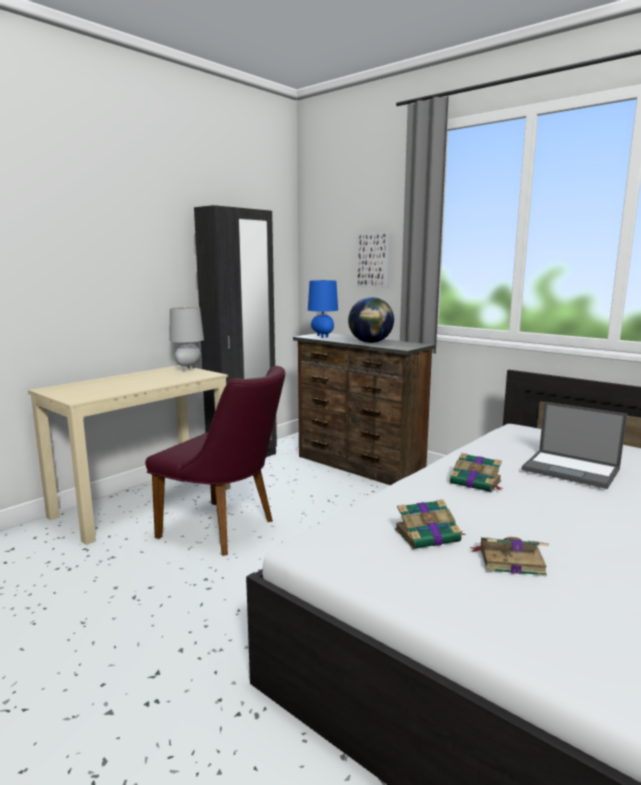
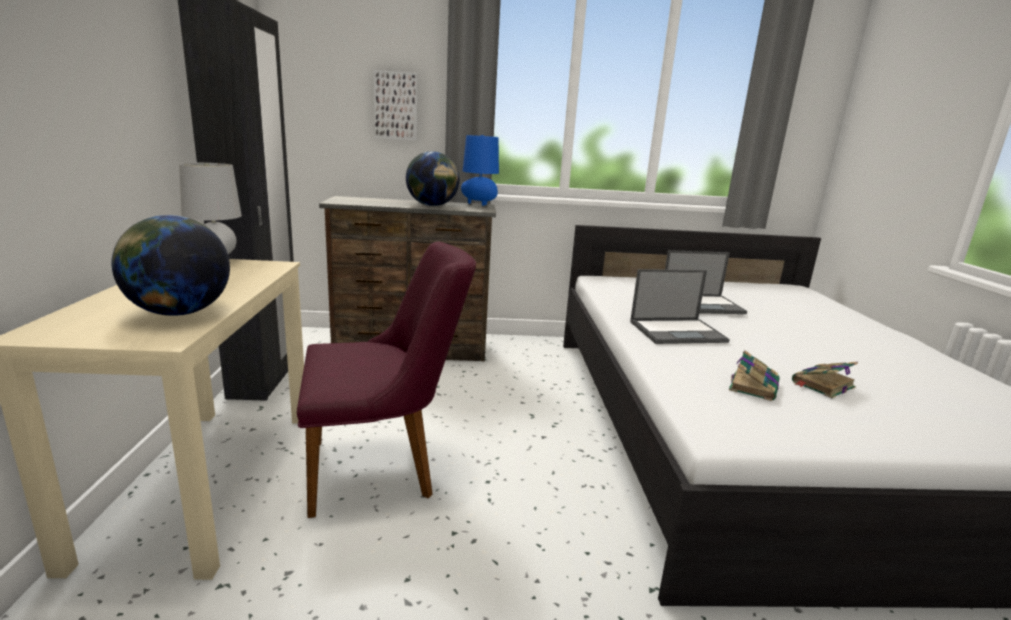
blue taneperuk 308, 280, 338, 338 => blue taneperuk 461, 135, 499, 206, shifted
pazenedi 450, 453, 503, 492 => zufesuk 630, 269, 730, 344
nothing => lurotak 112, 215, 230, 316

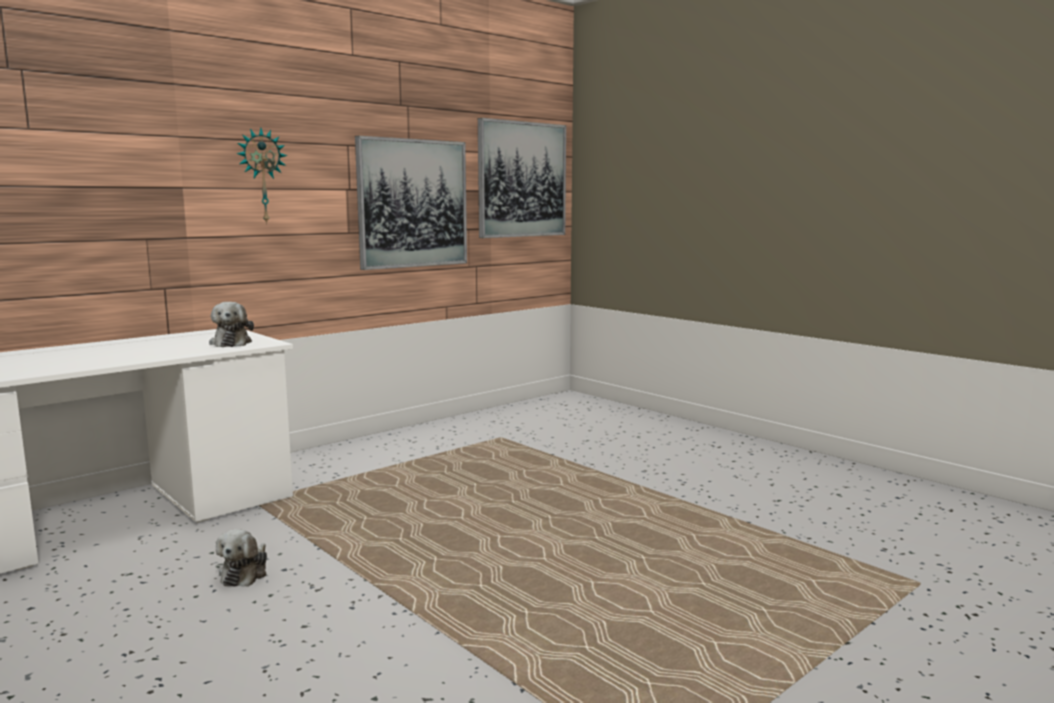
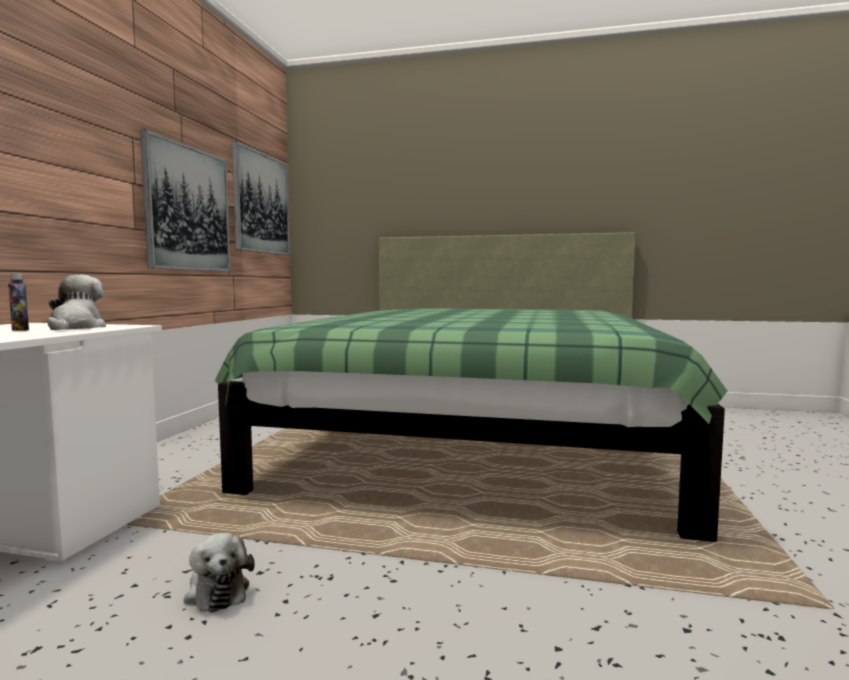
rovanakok 209, 302, 254, 347 => rovanakok 47, 275, 106, 330, 135 degrees counterclockwise
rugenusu 236, 128, 287, 224 => nothing
nothing => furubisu 8, 274, 29, 331
nothing => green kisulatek 215, 232, 727, 542

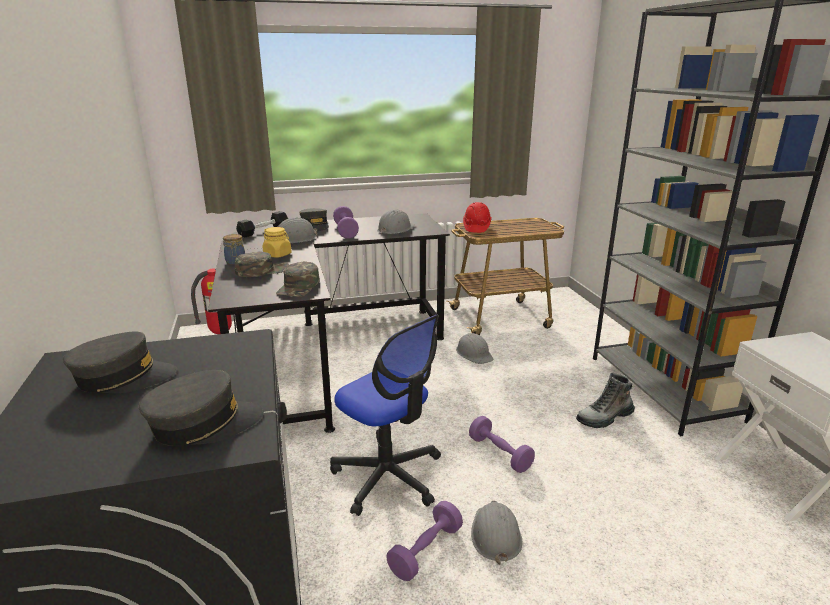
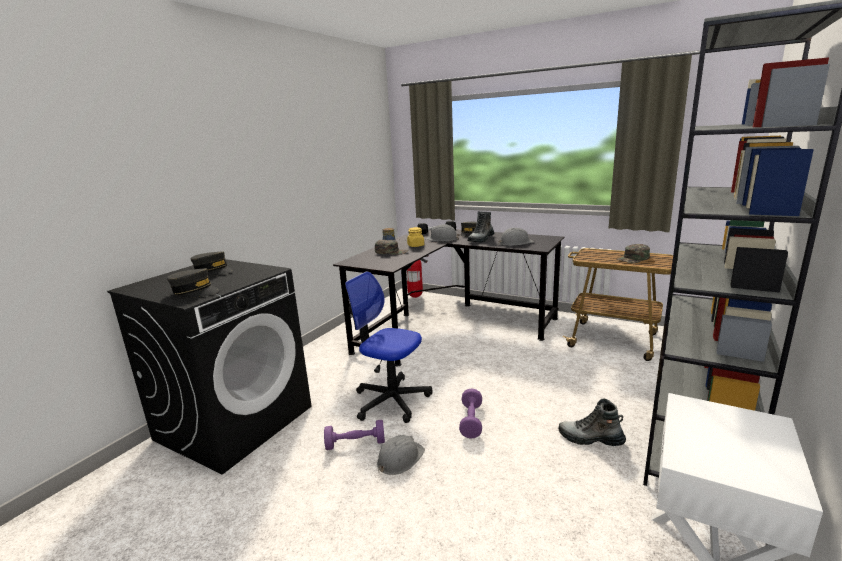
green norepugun 276, 261, 320, 297 => green norepugun 616, 244, 650, 264, shifted
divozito 330, 315, 441, 516 => divozito 345, 271, 432, 423, 120 degrees clockwise
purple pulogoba 333, 206, 359, 239 => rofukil 467, 211, 494, 243
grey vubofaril 456, 333, 493, 364 => nothing
red vubofaril 463, 202, 492, 233 => nothing

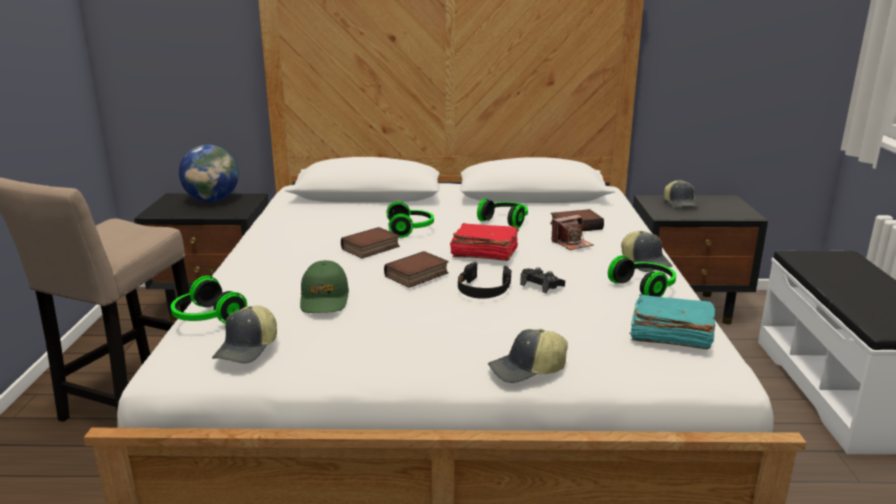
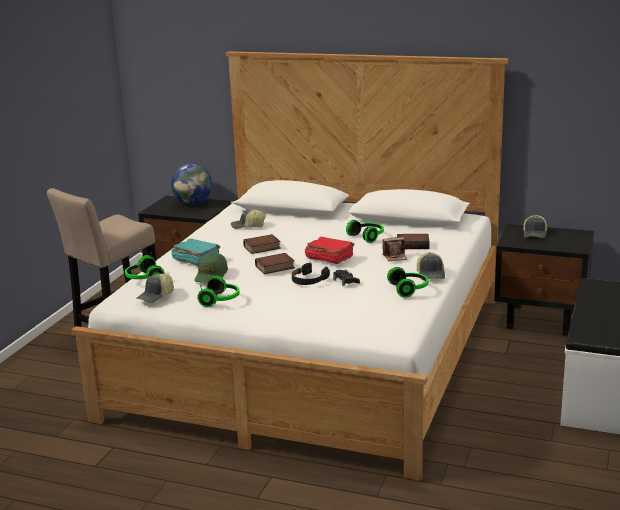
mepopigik 386, 201, 434, 238 => mepopigik 197, 276, 240, 307, shifted
norepugun 488, 329, 568, 383 => norepugun 231, 209, 266, 229, shifted
turquoise pazenedi 629, 294, 715, 349 => turquoise pazenedi 171, 239, 220, 266, shifted

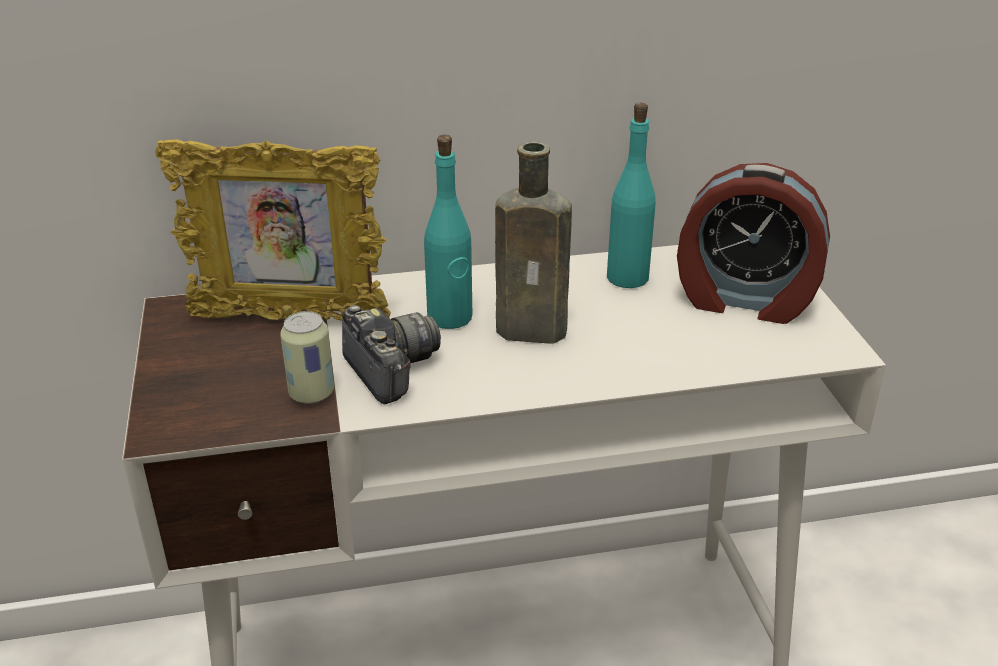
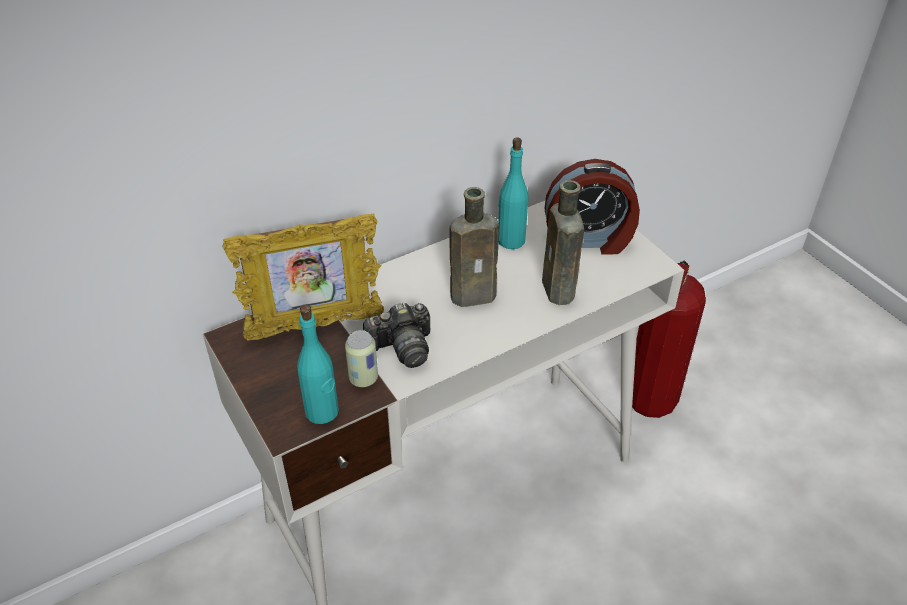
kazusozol 342, 305, 441, 404 => kazusozol 363, 302, 430, 368, 120 degrees clockwise
turquoise furubisu 424, 135, 472, 329 => turquoise furubisu 297, 304, 339, 424, shifted
nothing => brown furubisu 542, 180, 584, 305
nothing => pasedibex 632, 260, 706, 418

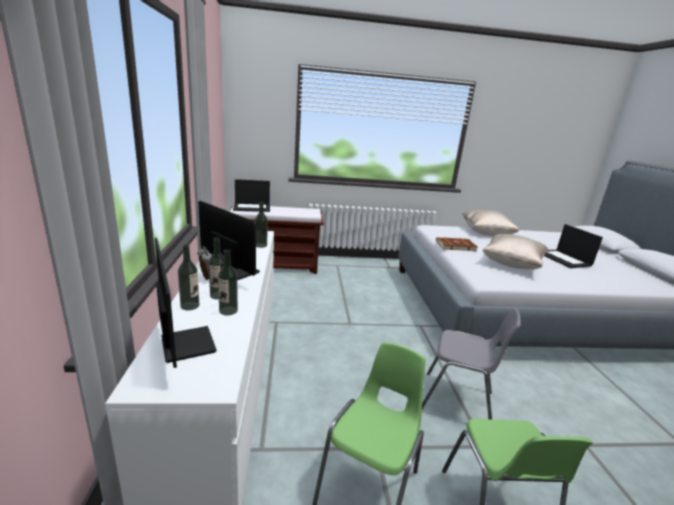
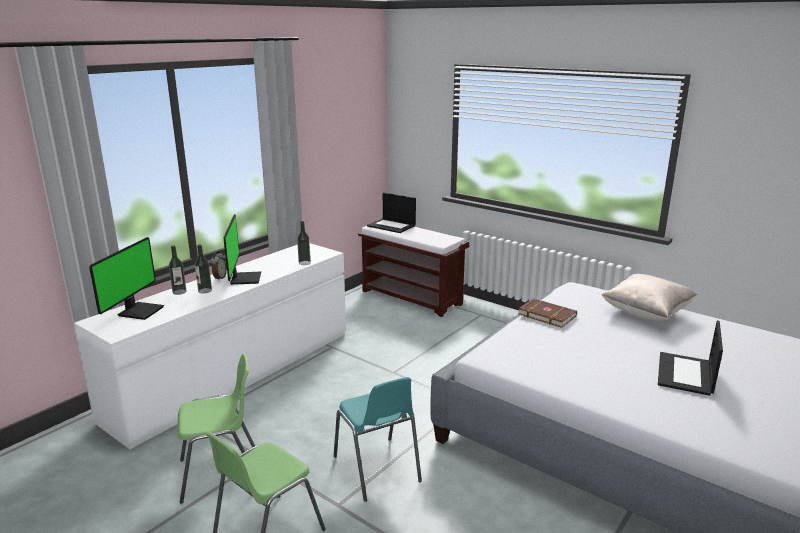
furubisu 218, 249, 238, 315 => nothing
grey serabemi 422, 308, 521, 420 => turquoise serabemi 333, 377, 422, 502
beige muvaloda 482, 234, 548, 269 => nothing

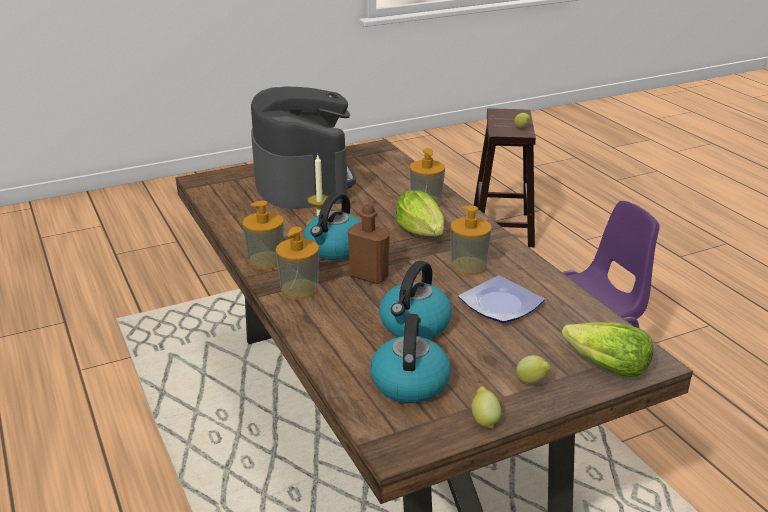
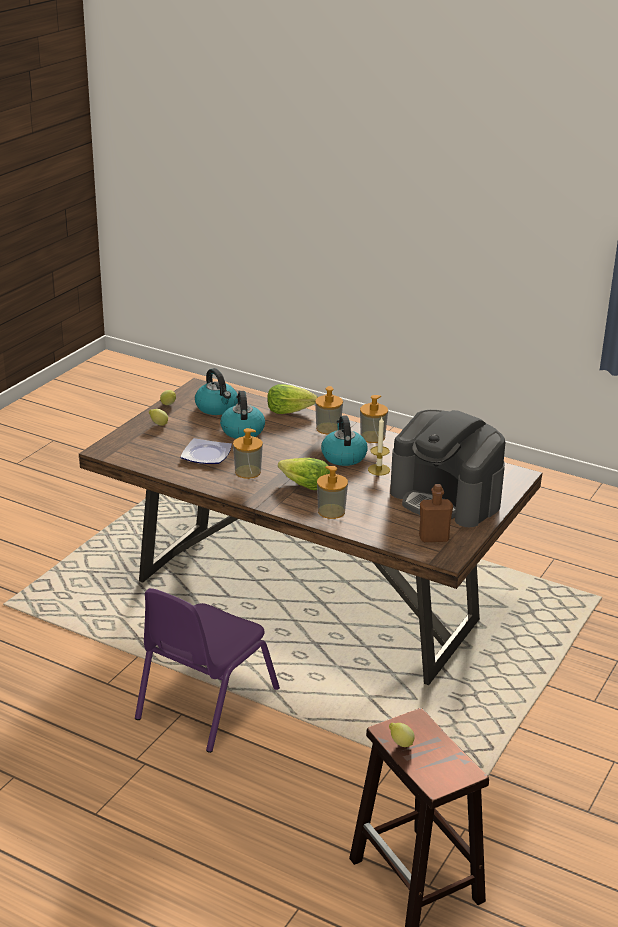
brown furubisu 348, 204, 390, 284 => brown furubisu 419, 484, 453, 542, shifted
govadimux 561, 322, 653, 377 => govadimux 267, 384, 318, 414, shifted

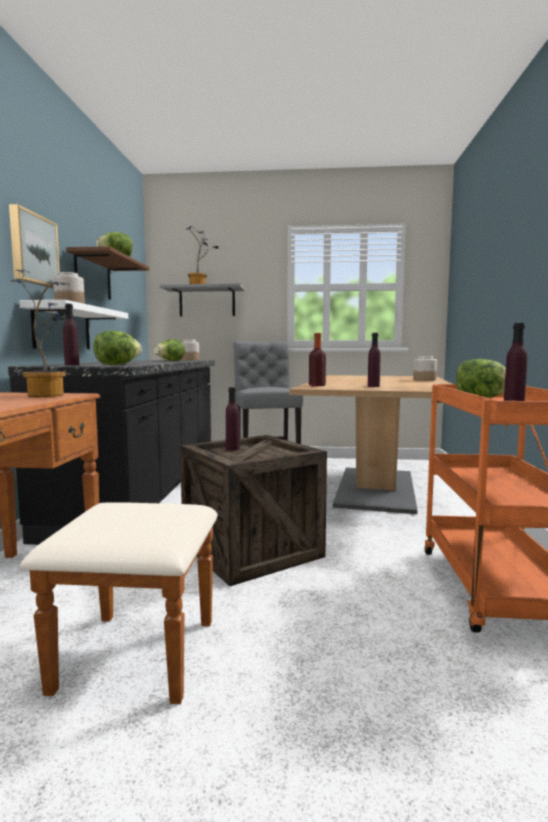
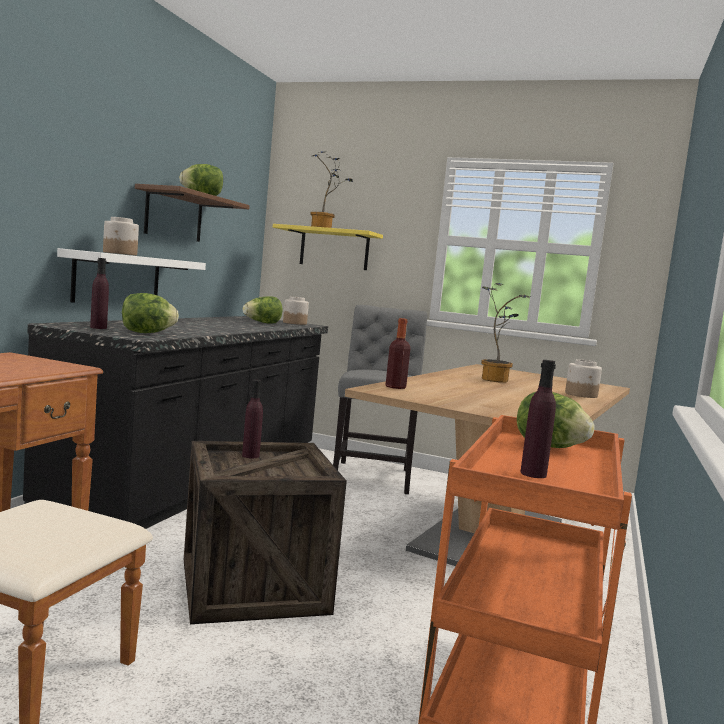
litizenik 9, 204, 60, 289 => nothing
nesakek 11, 270, 68, 397 => nesakek 481, 283, 530, 383, shifted
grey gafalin 160, 284, 245, 316 => yellow gafalin 273, 224, 383, 270
purple furubisu 368, 333, 381, 387 => nothing

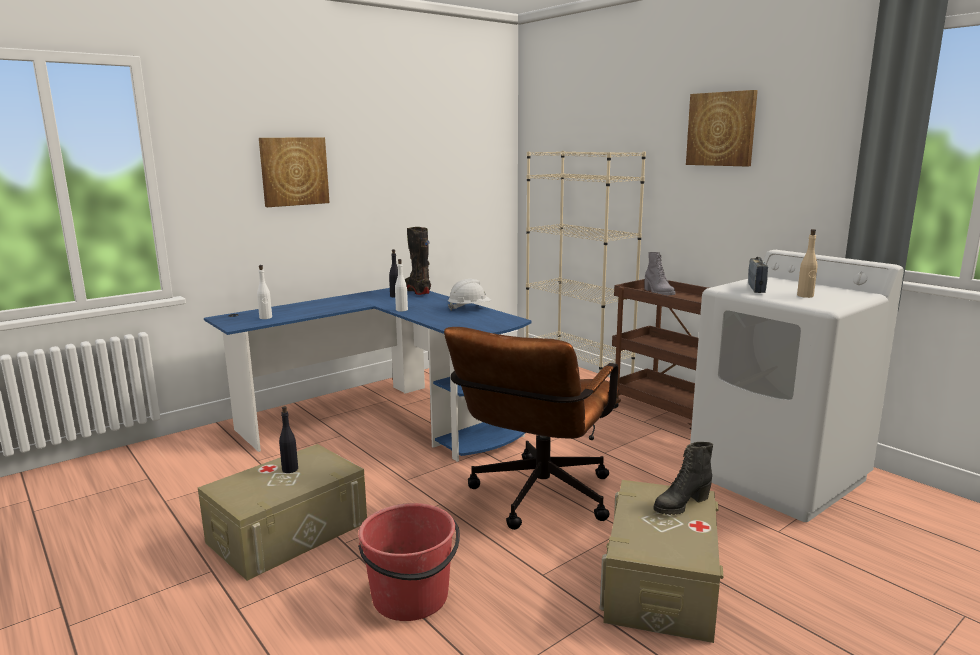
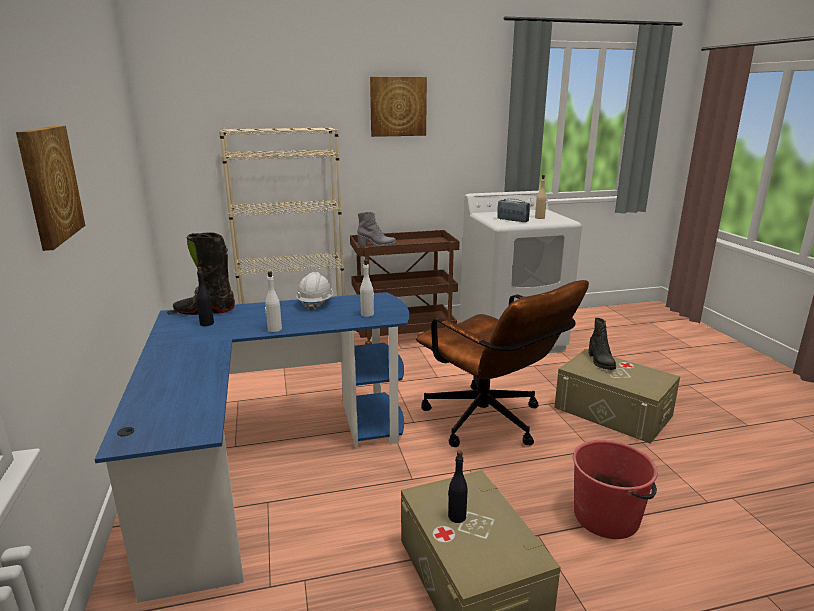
white furubisu 257, 265, 272, 319 => white furubisu 360, 259, 374, 317, shifted

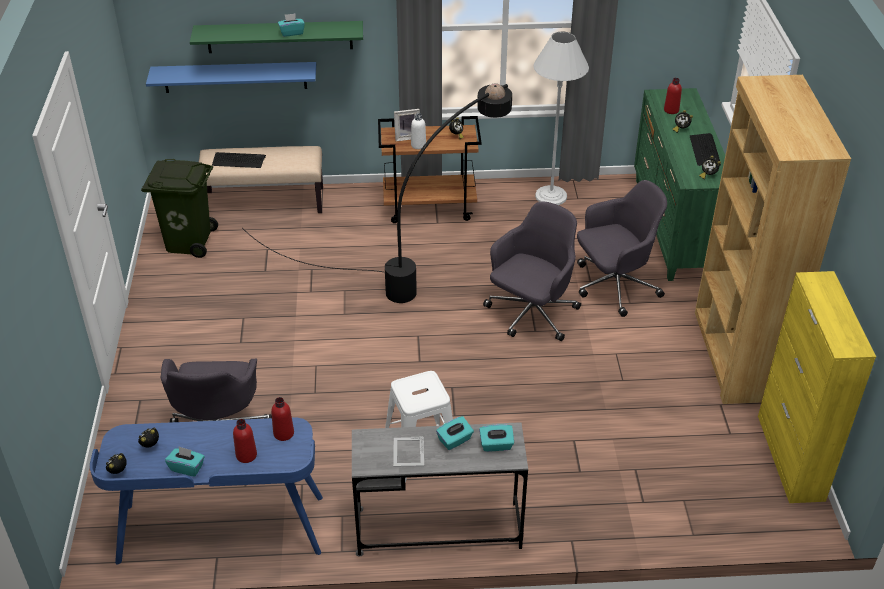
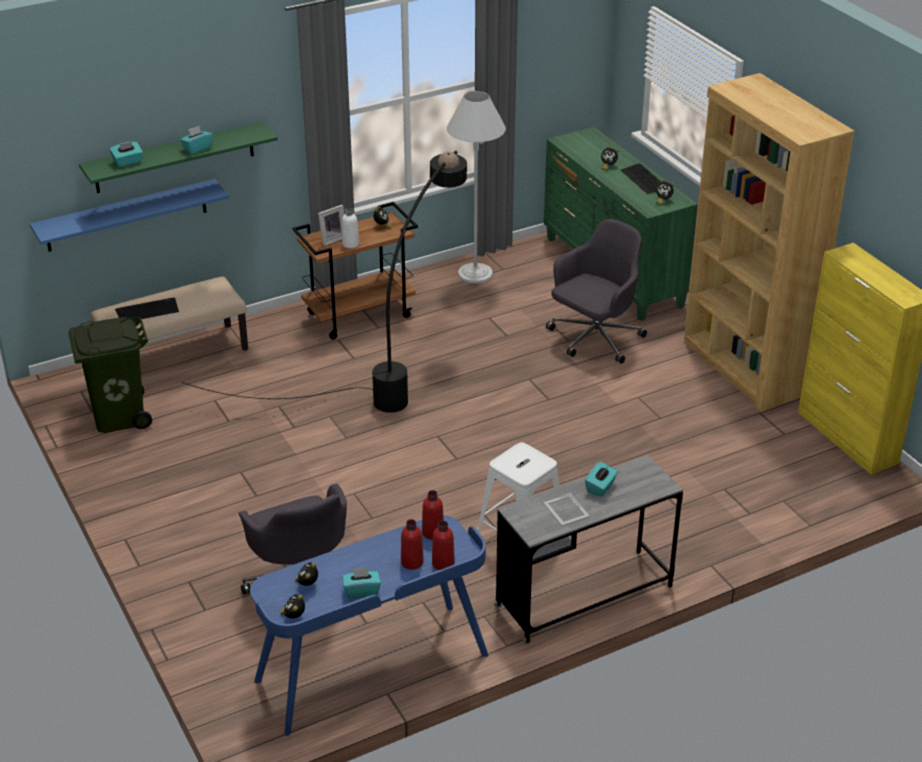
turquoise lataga 479, 424, 514, 452 => turquoise lataga 109, 142, 143, 167, shifted
grey divozito 483, 201, 581, 341 => nothing
red furubisu 664, 78, 682, 114 => red furubisu 432, 521, 455, 570, shifted

